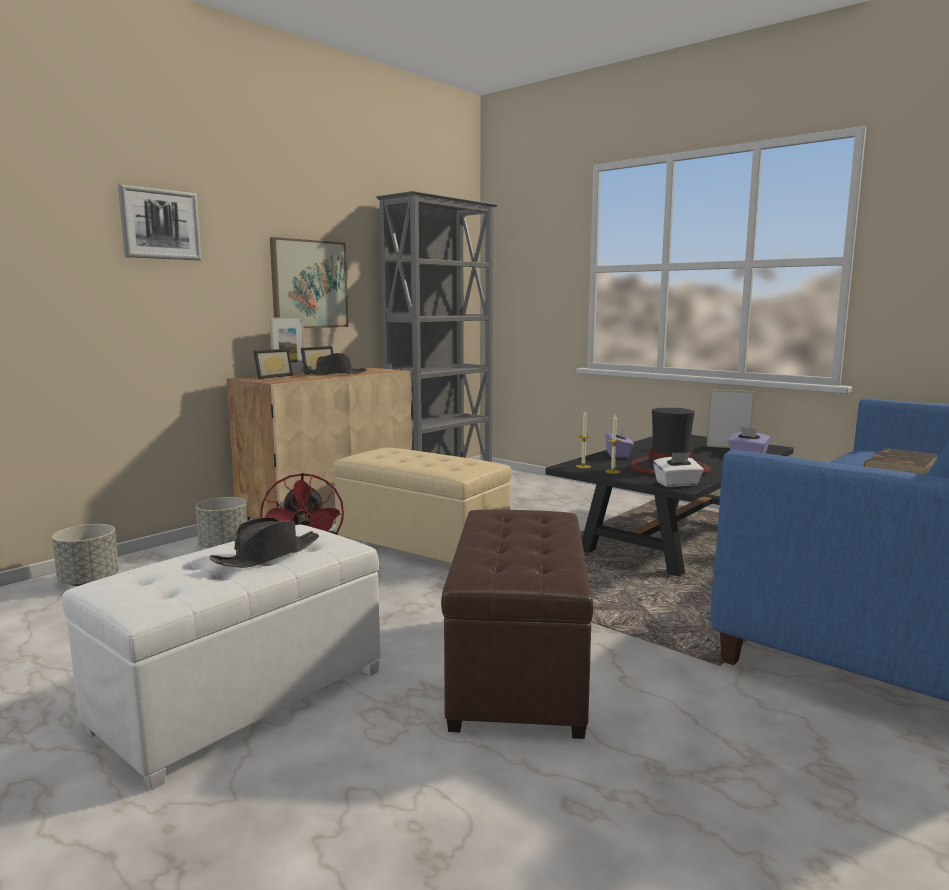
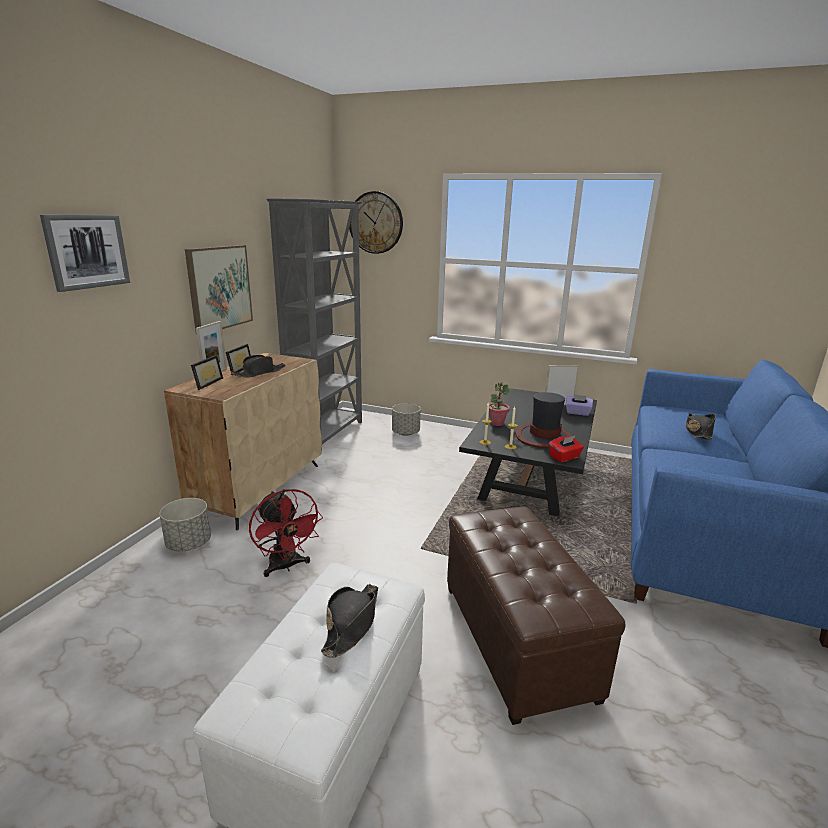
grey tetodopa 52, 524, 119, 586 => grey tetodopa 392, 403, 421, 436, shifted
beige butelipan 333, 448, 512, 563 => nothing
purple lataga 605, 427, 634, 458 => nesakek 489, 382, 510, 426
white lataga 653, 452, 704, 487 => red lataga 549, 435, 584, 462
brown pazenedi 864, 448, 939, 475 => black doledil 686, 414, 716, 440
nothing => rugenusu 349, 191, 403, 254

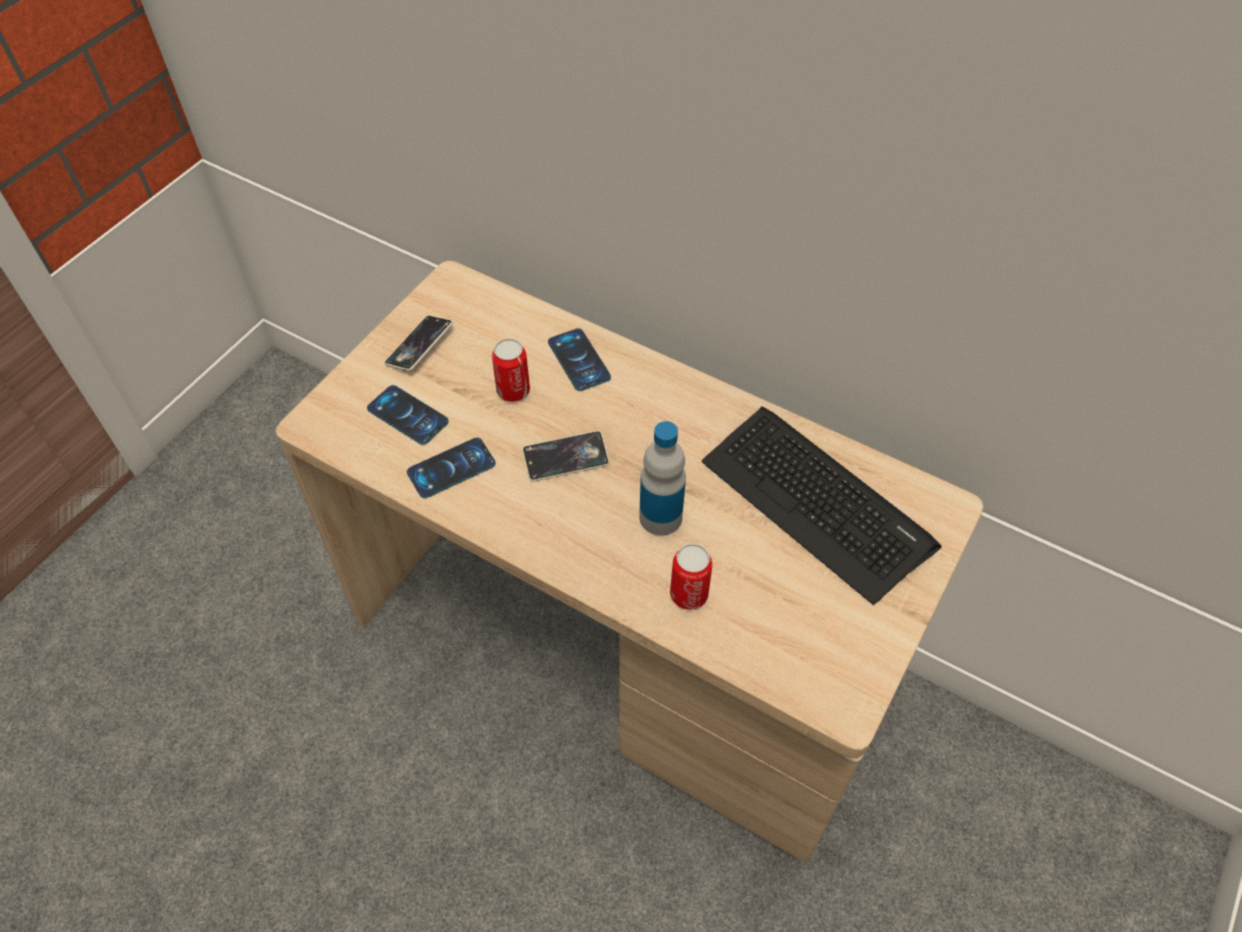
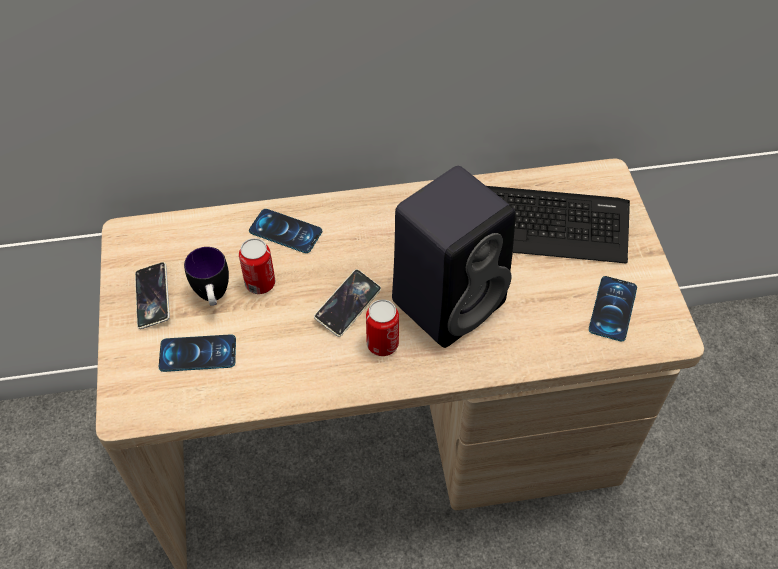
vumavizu 407, 438, 496, 498 => vumavizu 589, 276, 637, 342, shifted
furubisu 639, 421, 686, 536 => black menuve 392, 166, 516, 348
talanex 670, 544, 712, 610 => talanex 366, 300, 399, 356, shifted
nothing => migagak 184, 247, 229, 306

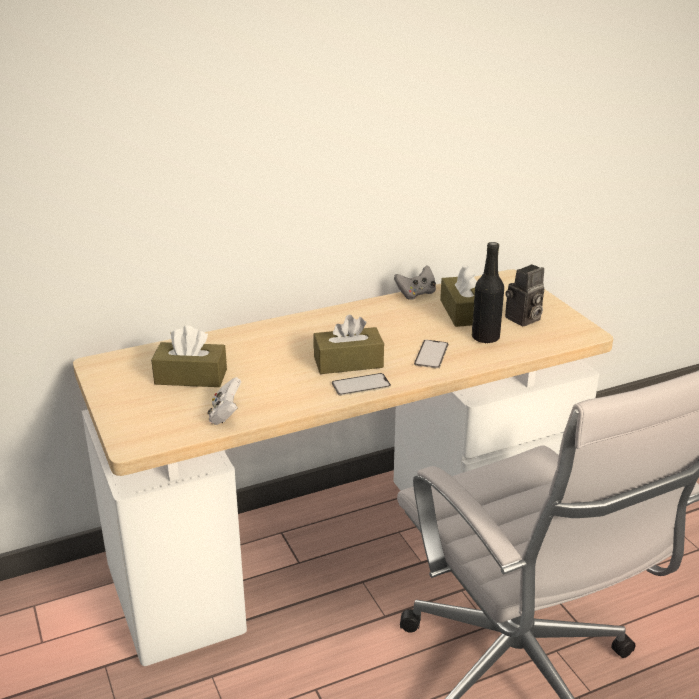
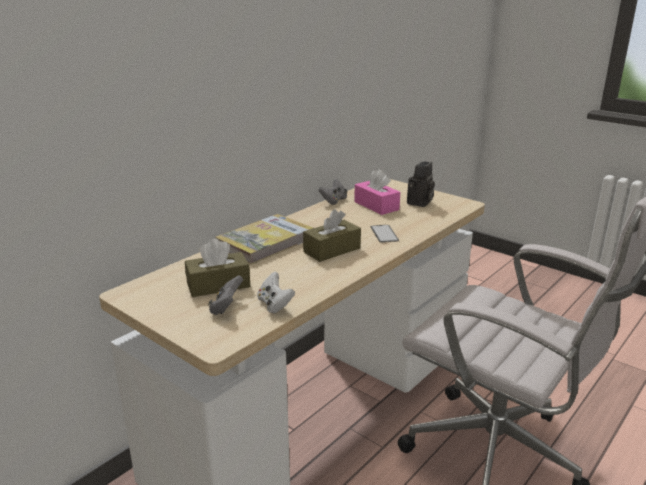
vumavizu 332, 373, 391, 396 => nothing
brown lataga 440, 265, 477, 327 => pink lataga 354, 170, 400, 215
black furubisu 472, 242, 504, 344 => nothing
nothing => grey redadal 208, 275, 243, 315
nothing => pazenedi 215, 214, 313, 265

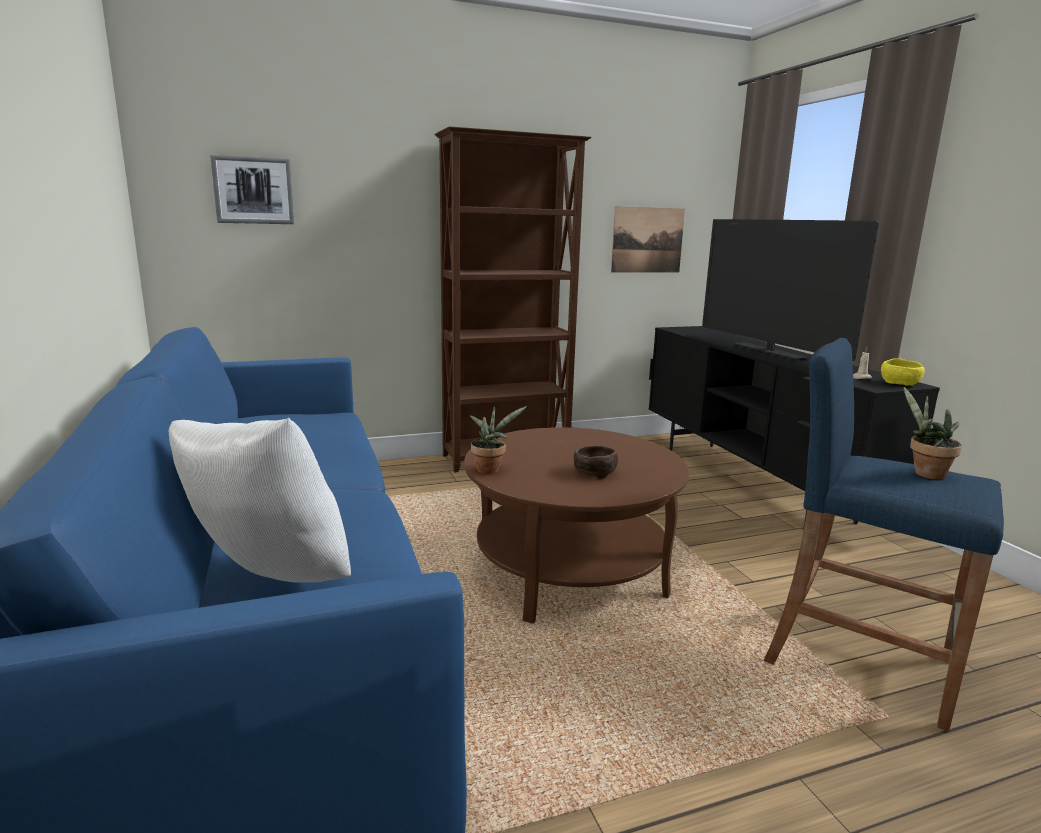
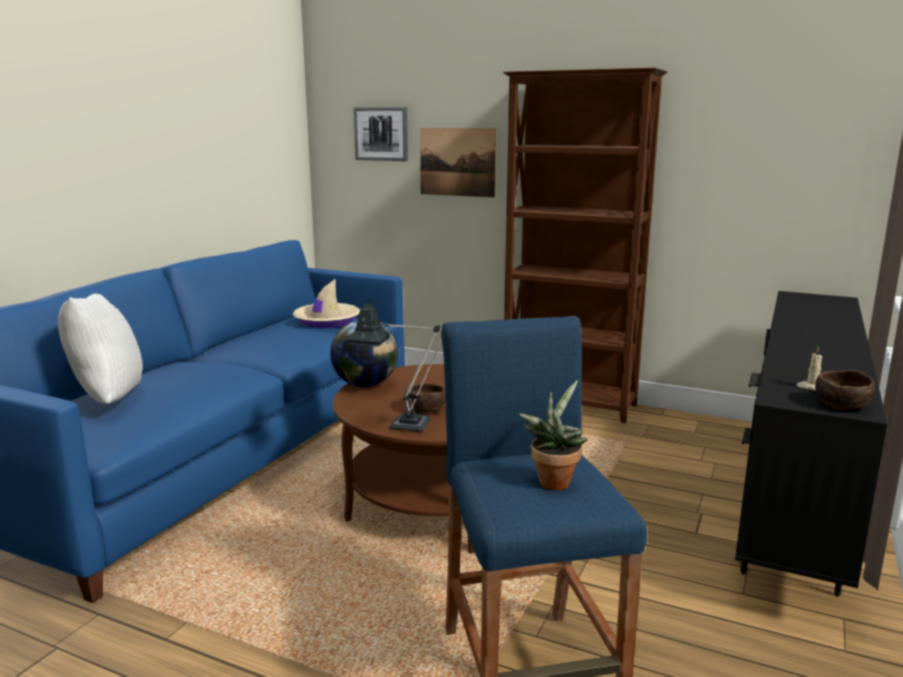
nesakek 470, 406, 527, 475 => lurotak 330, 320, 398, 387
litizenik 611, 206, 685, 273 => litizenik 420, 128, 496, 198, shifted
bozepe 702, 219, 879, 361 => nothing
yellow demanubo 881, 358, 925, 386 => brown demanubo 815, 370, 875, 411
nothing => beige doledil 293, 279, 360, 328
nothing => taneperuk 346, 299, 442, 432

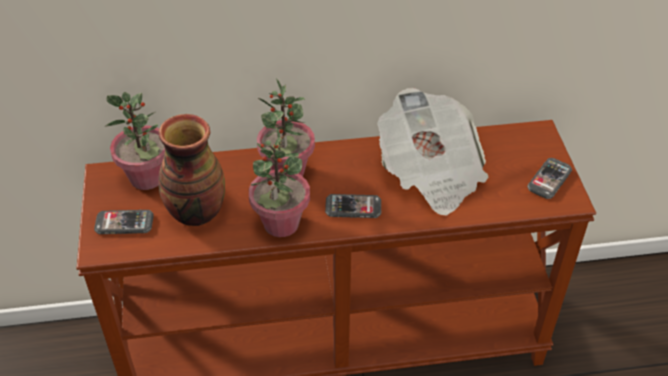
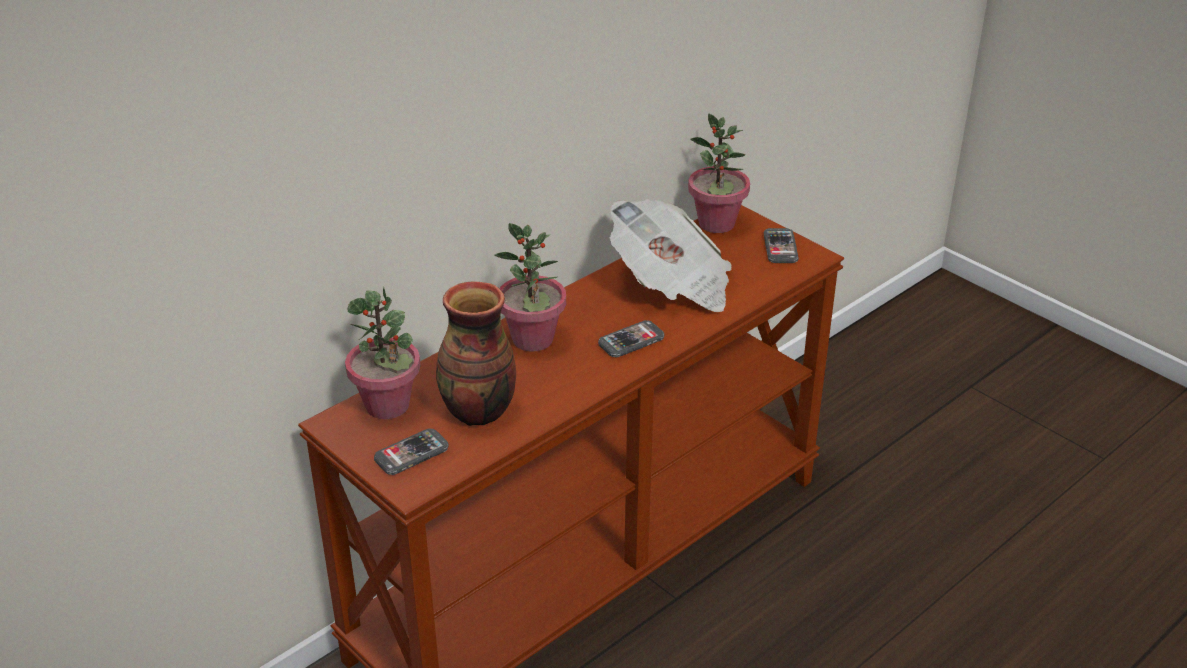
nesakek 249, 127, 310, 237 => nesakek 688, 114, 750, 233, shifted

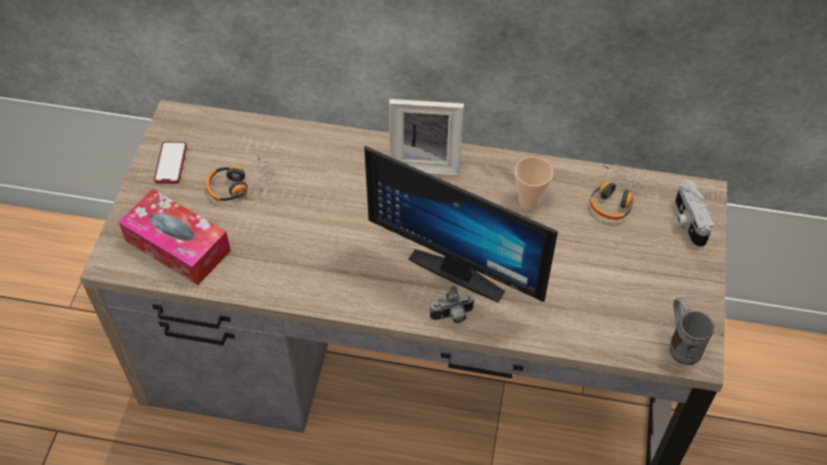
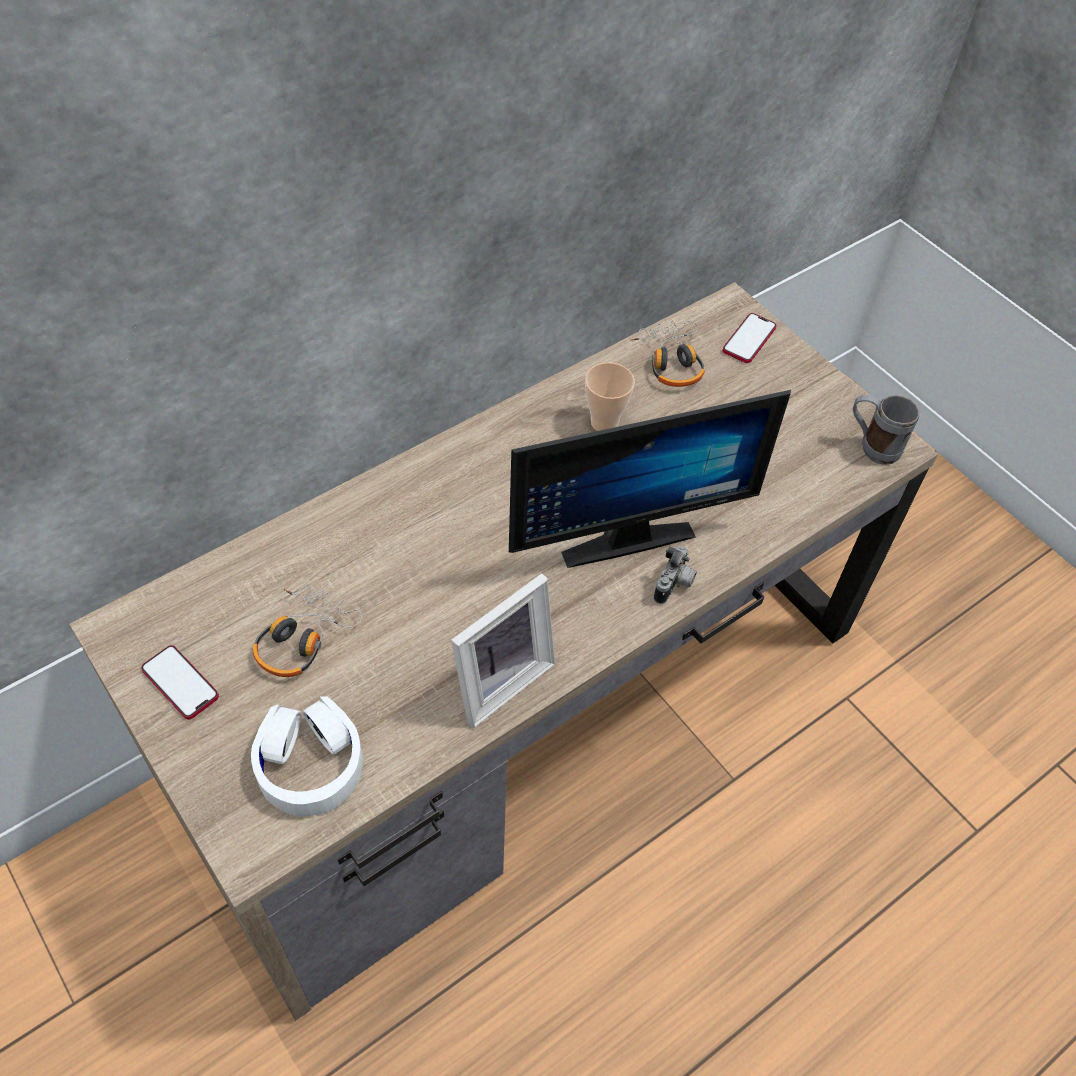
lataga 119, 189, 231, 285 => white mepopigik 251, 696, 363, 817
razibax 389, 99, 464, 175 => razibax 451, 573, 555, 728, shifted
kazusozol 674, 180, 714, 247 => vumavizu 723, 313, 776, 363

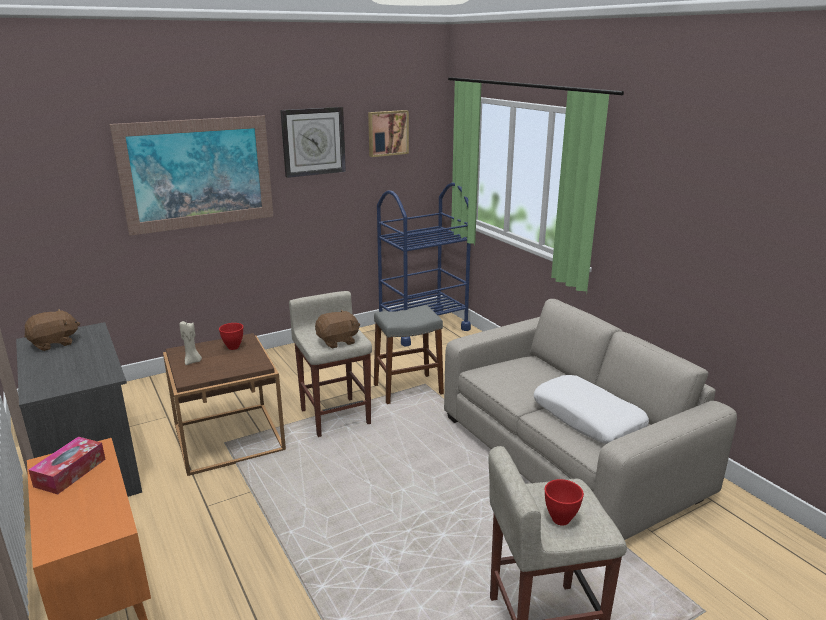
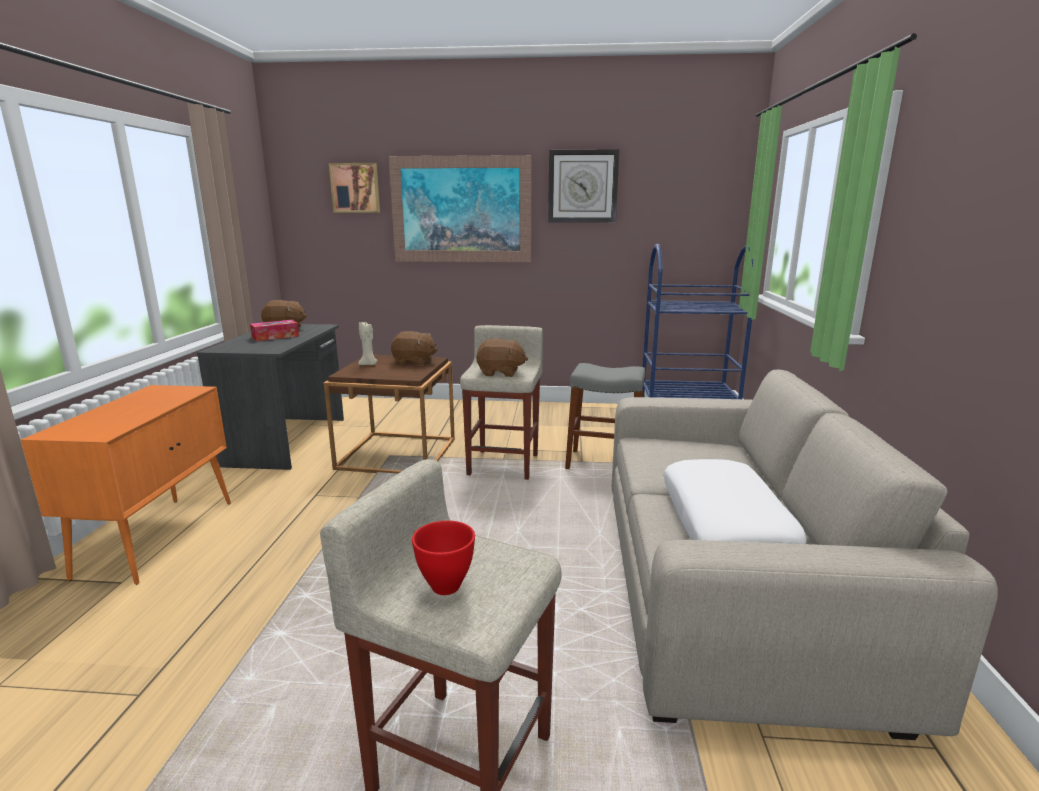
lataga 29, 437, 105, 495 => lataga 250, 320, 299, 341, shifted
red demanubo 219, 323, 243, 350 => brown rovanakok 391, 331, 437, 366
litizenik 368, 110, 409, 157 => litizenik 329, 163, 380, 212, shifted

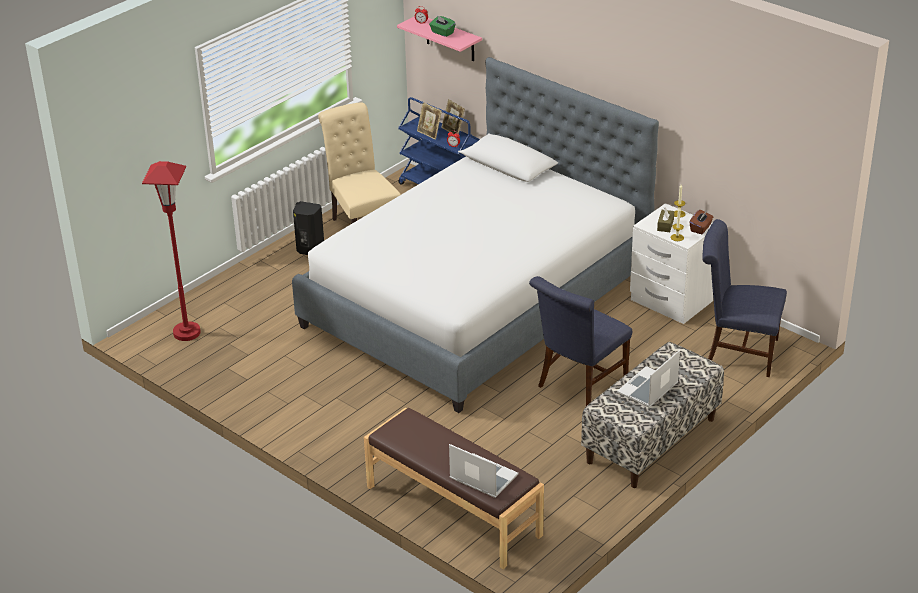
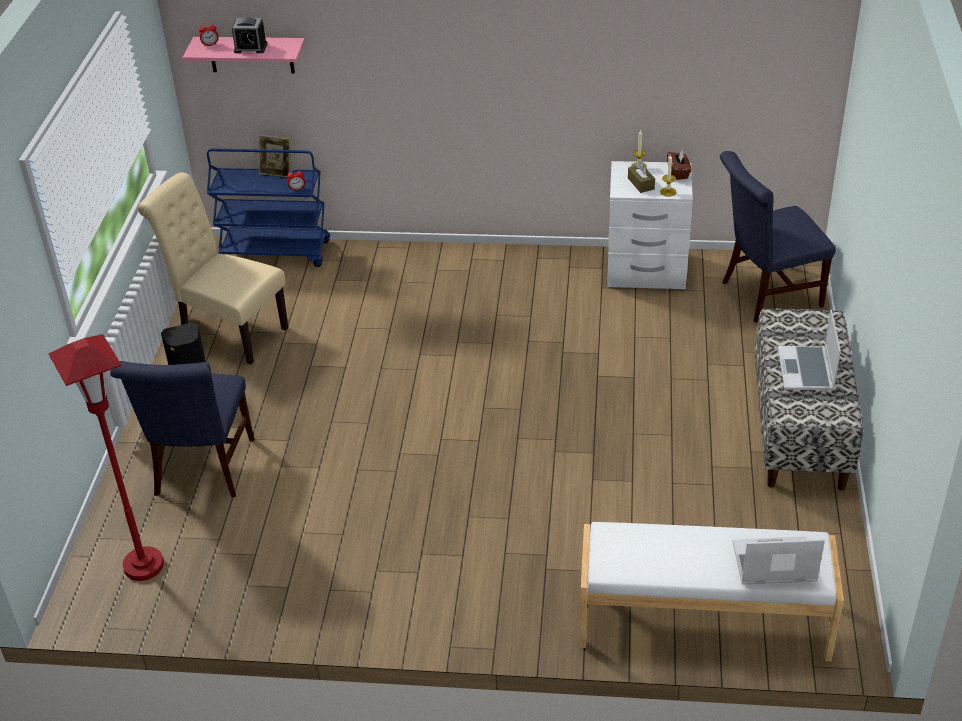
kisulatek 292, 57, 659, 413 => nothing
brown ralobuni 364, 408, 544, 569 => white ralobuni 580, 522, 844, 661
razibax 417, 102, 442, 140 => nothing
green lataga 429, 16, 456, 37 => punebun 232, 18, 267, 53
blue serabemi 529, 276, 632, 406 => blue serabemi 110, 361, 255, 498, shifted

